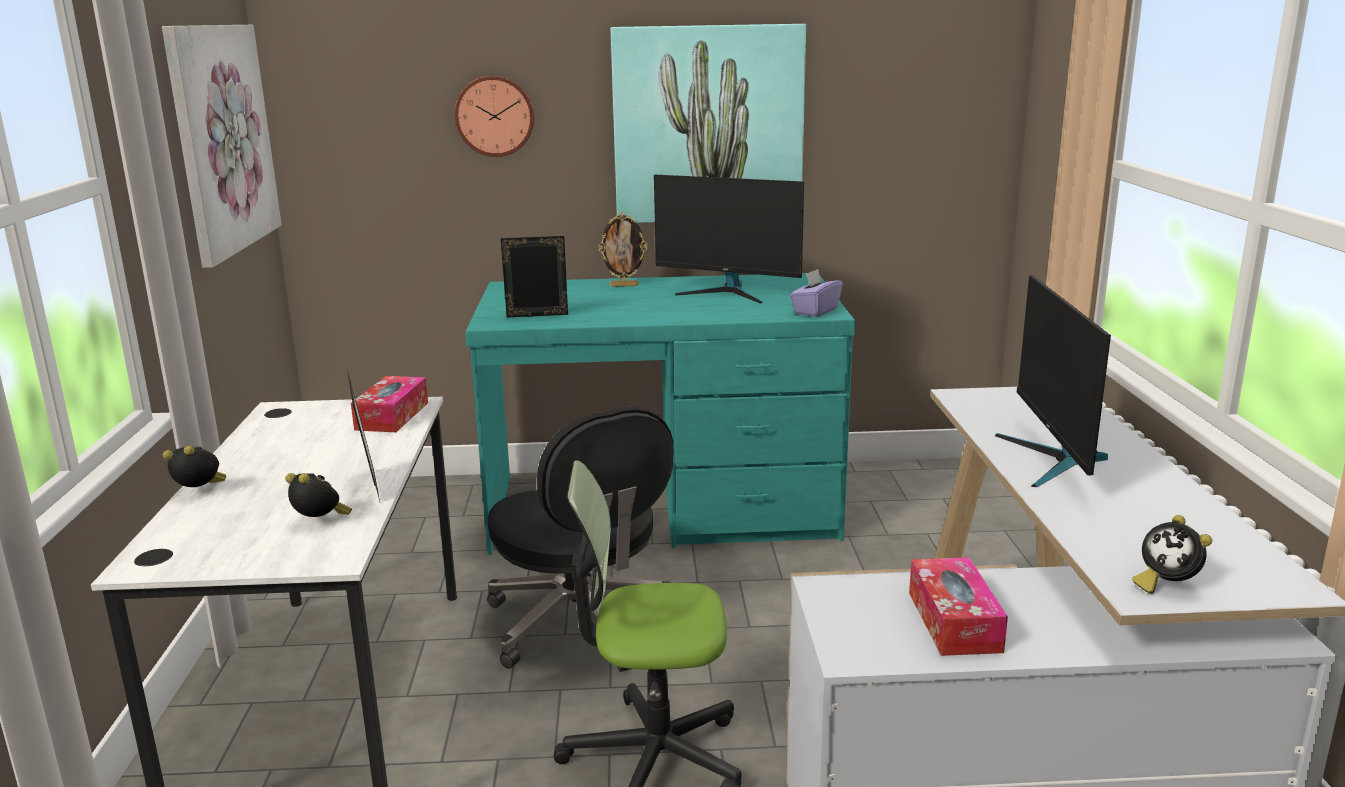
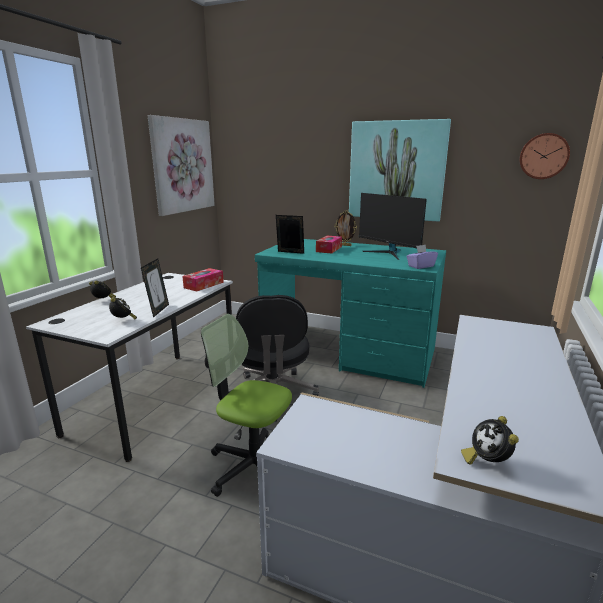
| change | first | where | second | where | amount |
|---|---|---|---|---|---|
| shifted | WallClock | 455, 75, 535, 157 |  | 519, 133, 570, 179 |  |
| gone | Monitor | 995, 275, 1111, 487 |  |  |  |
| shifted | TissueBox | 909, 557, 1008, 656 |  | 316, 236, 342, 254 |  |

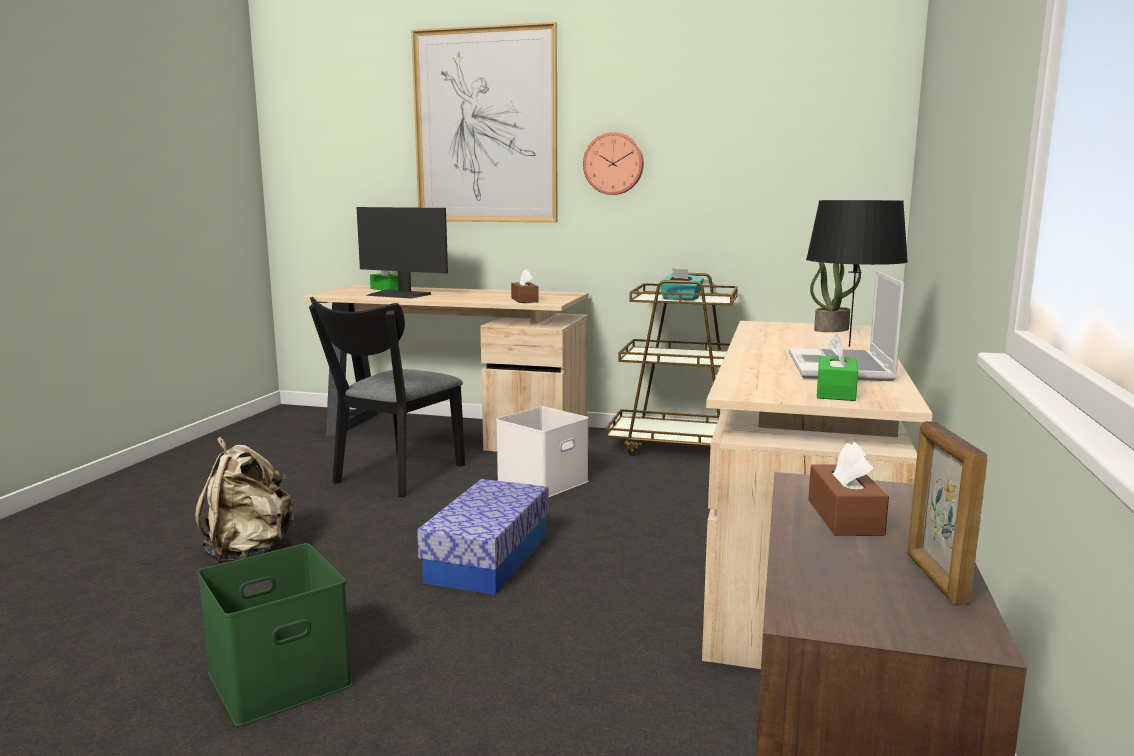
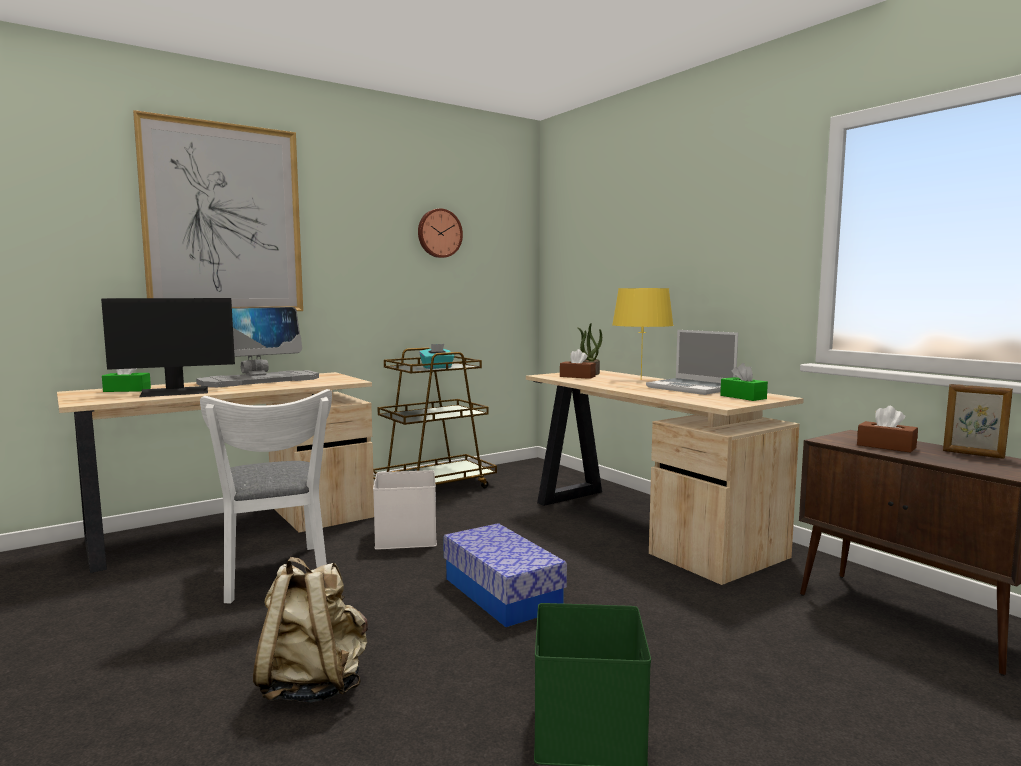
| change | first | where | second | where | amount |
|---|---|---|---|---|---|
| shifted | WallClock | 583, 132, 644, 195 |  | 418, 208, 463, 258 |  |
| repainted | BlackTableLamp | 806, 200, 908, 347 | YellowTableLamp | 612, 288, 674, 380 |  |
| shifted | BrownTissueBox | 511, 269, 539, 303 |  | 560, 349, 596, 379 |  |
| repainted | BlackChair | 309, 297, 465, 497 | WhiteChair | 200, 389, 332, 603 |  |
| new |  |  | Monitor | 196, 307, 319, 387 |  |

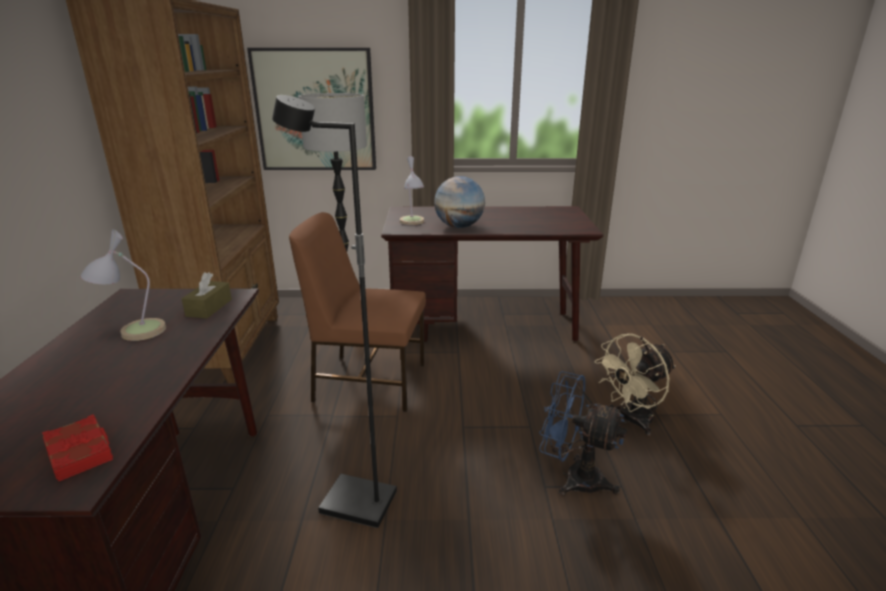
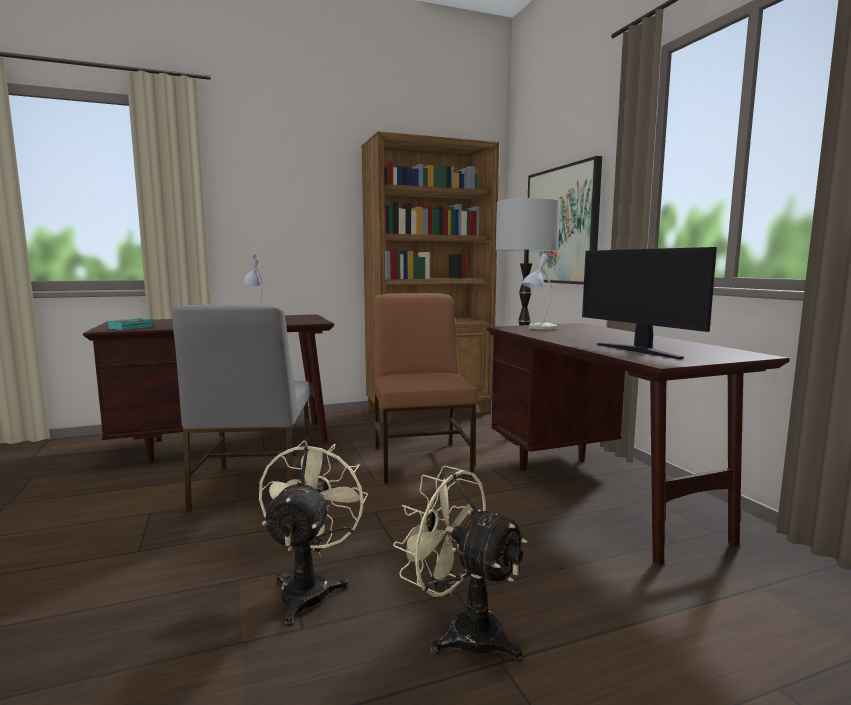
| change | first | where | second | where | amount |
|---|---|---|---|---|---|
| swapped | BlackFloorLamp | 272, 95, 397, 528 | GreyChair | 172, 305, 310, 512 |  |
| gone | Globe | 434, 176, 485, 228 |  |  |  |
| gone | BrownTissueBox | 182, 272, 232, 319 |  |  |  |
| repainted | BlueFan | 539, 371, 627, 496 | BeigeFan | 259, 440, 368, 626 |  |
| repainted | RedBook | 42, 414, 113, 481 | TurquoiseBook | 108, 318, 153, 330 |  |
| new |  |  | Monitor | 582, 247, 717, 359 |  |

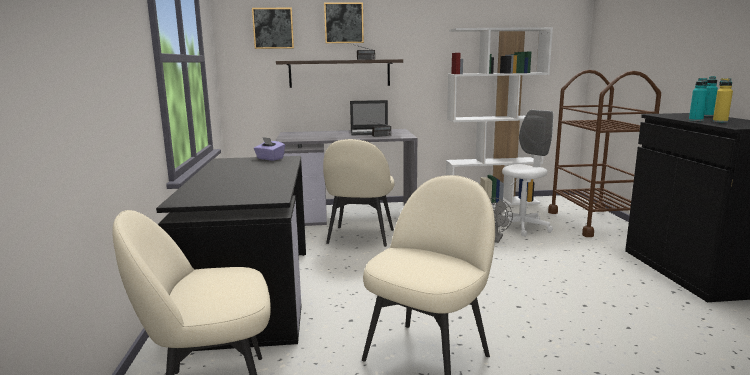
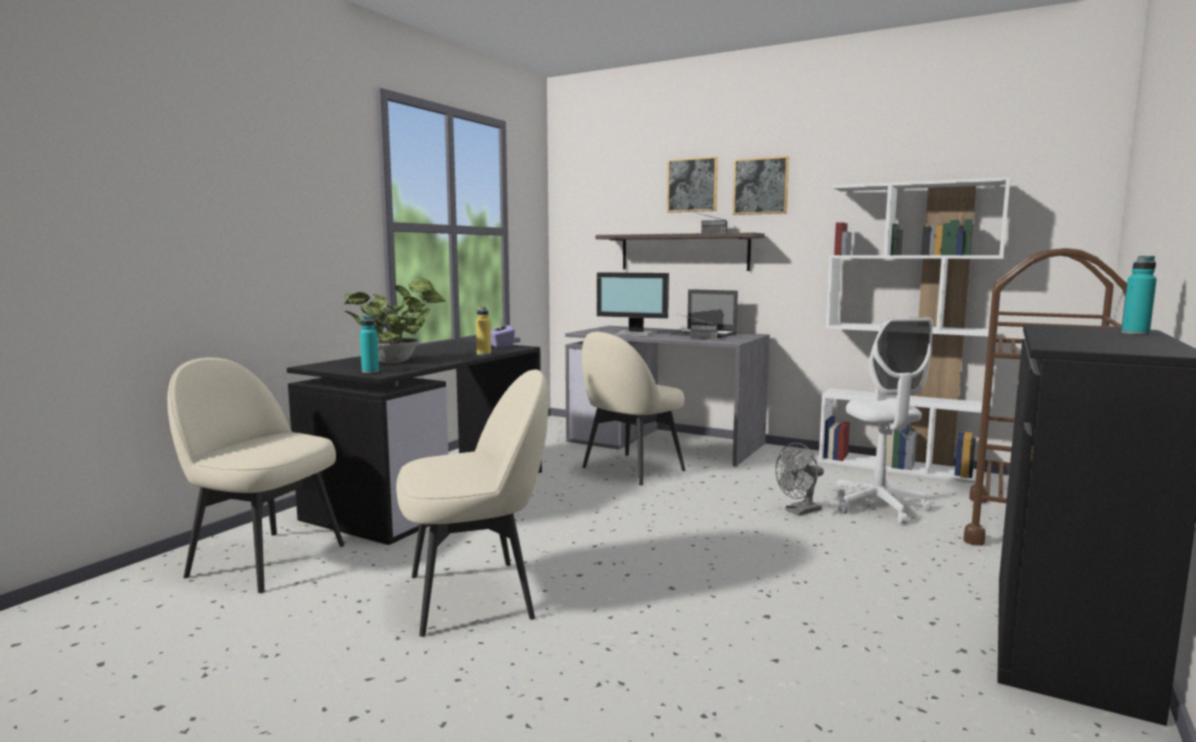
| change | first | where | second | where | amount |
|---|---|---|---|---|---|
| shifted | Picture | 252, 8, 294, 49 |  | 733, 156, 789, 215 |  |
| shifted | TurquoiseBottle | 689, 78, 708, 121 |  | 360, 316, 379, 373 |  |
| shifted | YellowBottle | 713, 78, 733, 123 |  | 476, 306, 491, 356 |  |
| rotated | WhiteOfficeChair | 498, 110, 554, 237 |  | 836, 317, 933, 524 | 90 degrees clockwise |
| new |  |  | Monitor | 597, 272, 669, 336 |  |
| new |  |  | PottedPlant | 343, 278, 446, 363 |  |

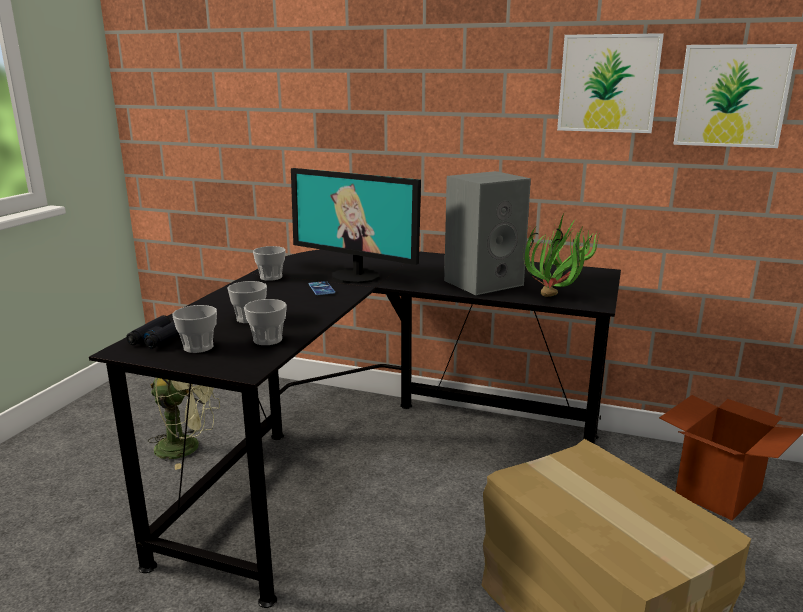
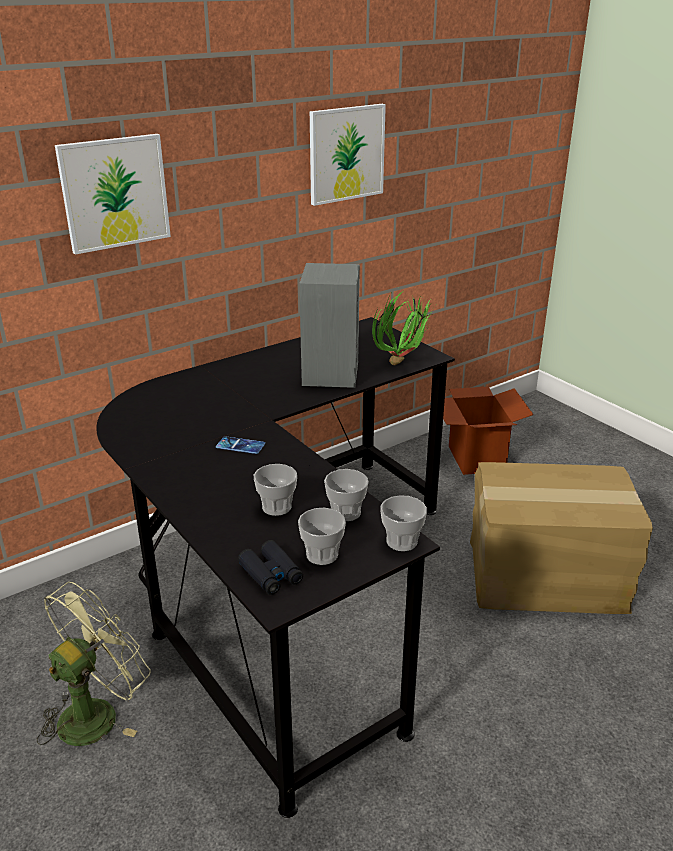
| change | first | where | second | where | amount |
|---|---|---|---|---|---|
| shifted | Picture | 673, 44, 797, 148 |  | 55, 134, 171, 255 |  |
| gone | Monitor | 291, 168, 421, 284 |  |  |  |
| shifted | Cup | 253, 246, 286, 281 |  | 380, 495, 427, 551 |  |

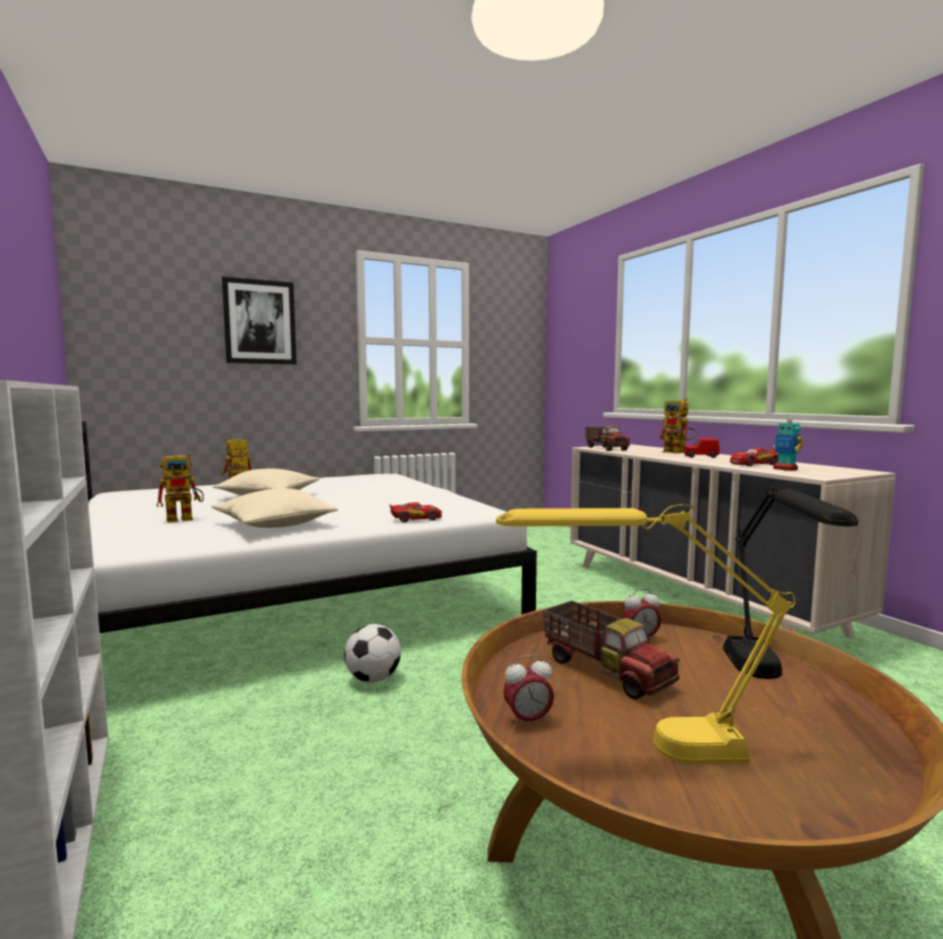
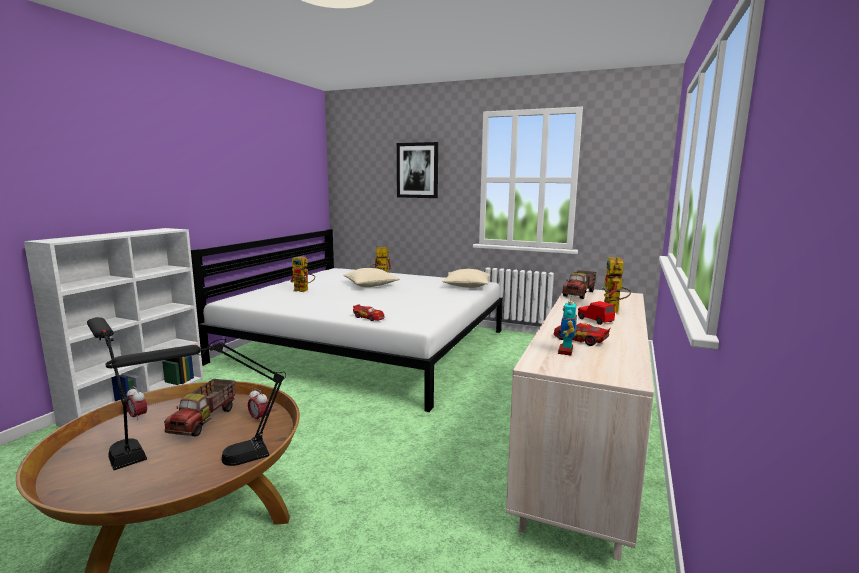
| change | first | where | second | where | amount |
|---|---|---|---|---|---|
| shifted | BeigePillow | 211, 488, 338, 528 |  | 443, 269, 490, 288 |  |
| repainted | YellowTableLamp | 496, 504, 796, 764 | BlackTableLamp | 87, 317, 147, 470 |  |
| gone | Football | 344, 624, 401, 683 |  |  |  |

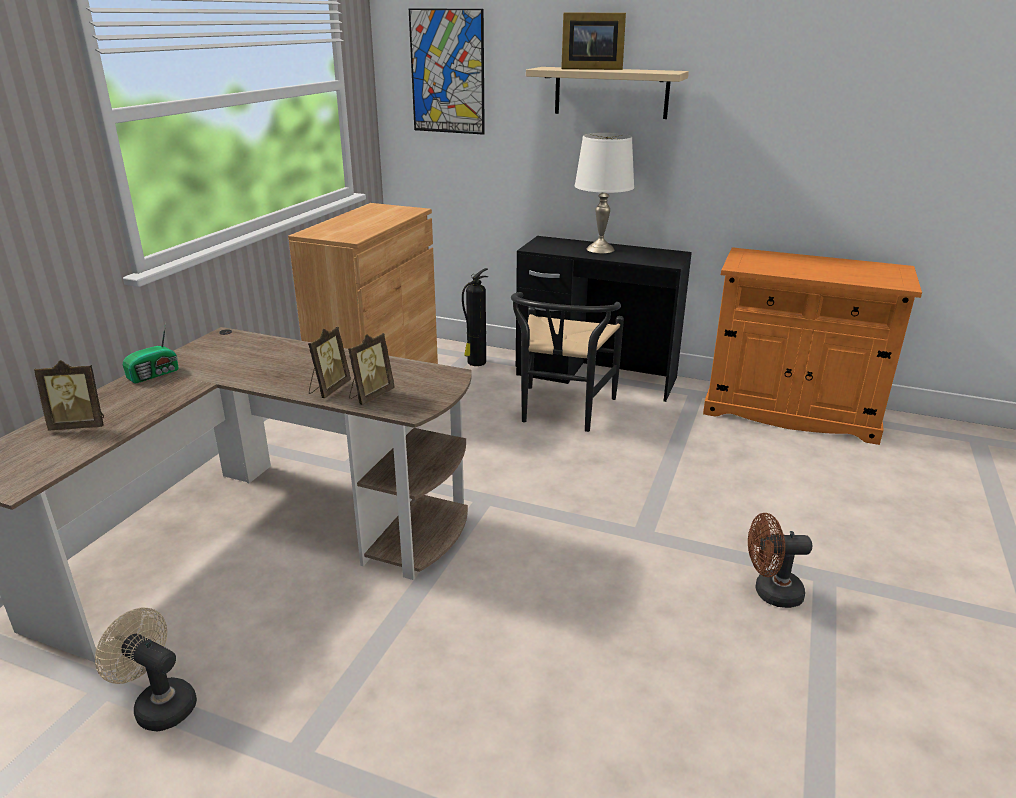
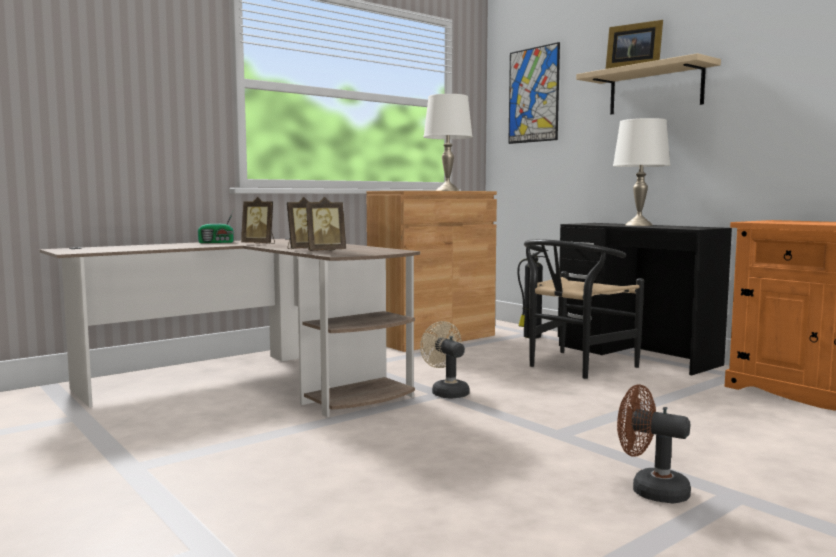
| change | first | where | second | where | amount |
|---|---|---|---|---|---|
| shifted | PictureFrame | 34, 360, 104, 431 |  | 241, 197, 275, 244 |  |
| shifted | BeigeFan | 95, 608, 197, 731 |  | 420, 321, 469, 399 |  |
| new |  |  | WhiteTableLamp | 423, 94, 473, 191 |  |

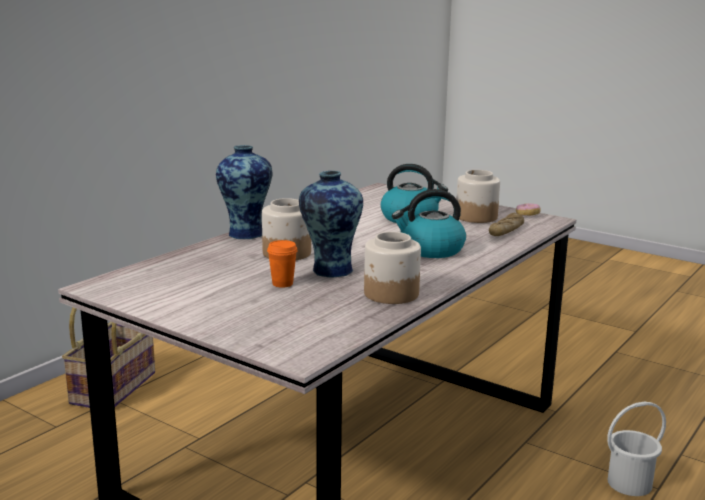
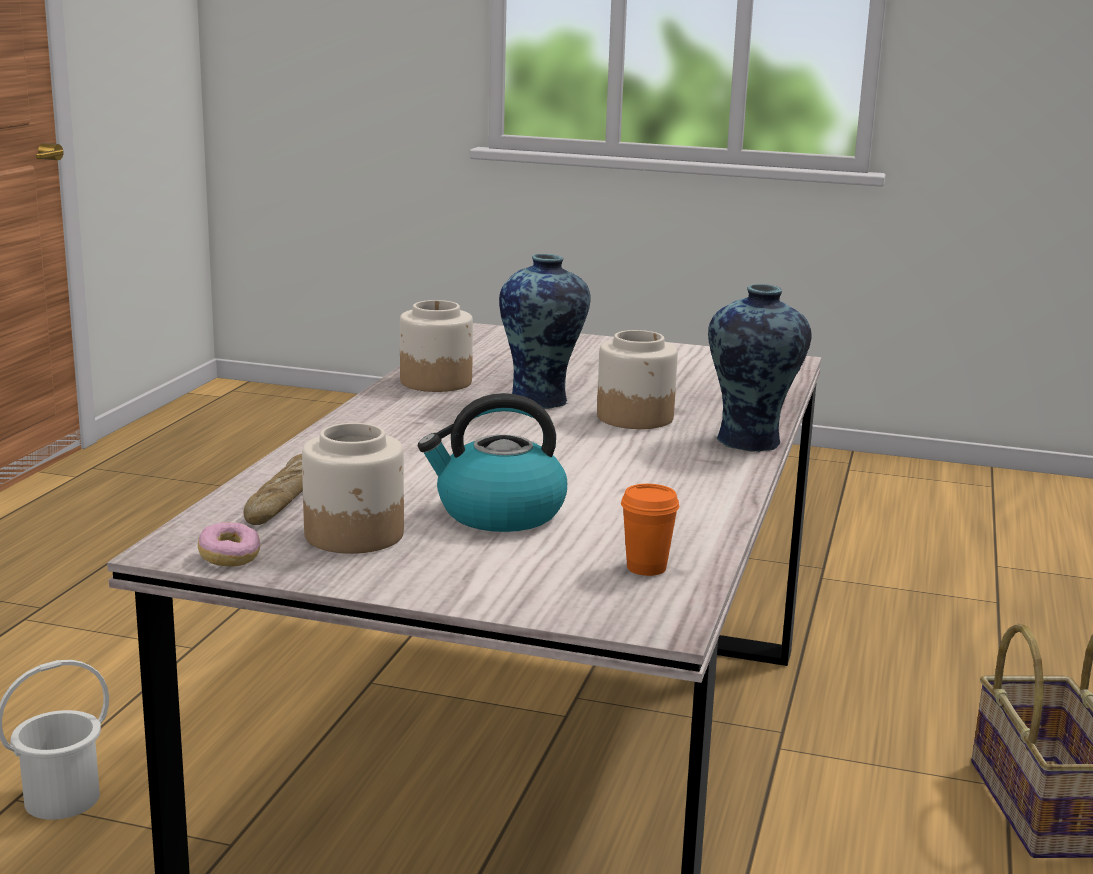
| change | first | where | second | where | amount |
|---|---|---|---|---|---|
| gone | Kettle | 392, 189, 466, 258 |  |  |  |
| shifted | OrangeCup | 267, 240, 298, 288 |  | 621, 484, 679, 576 |  |

